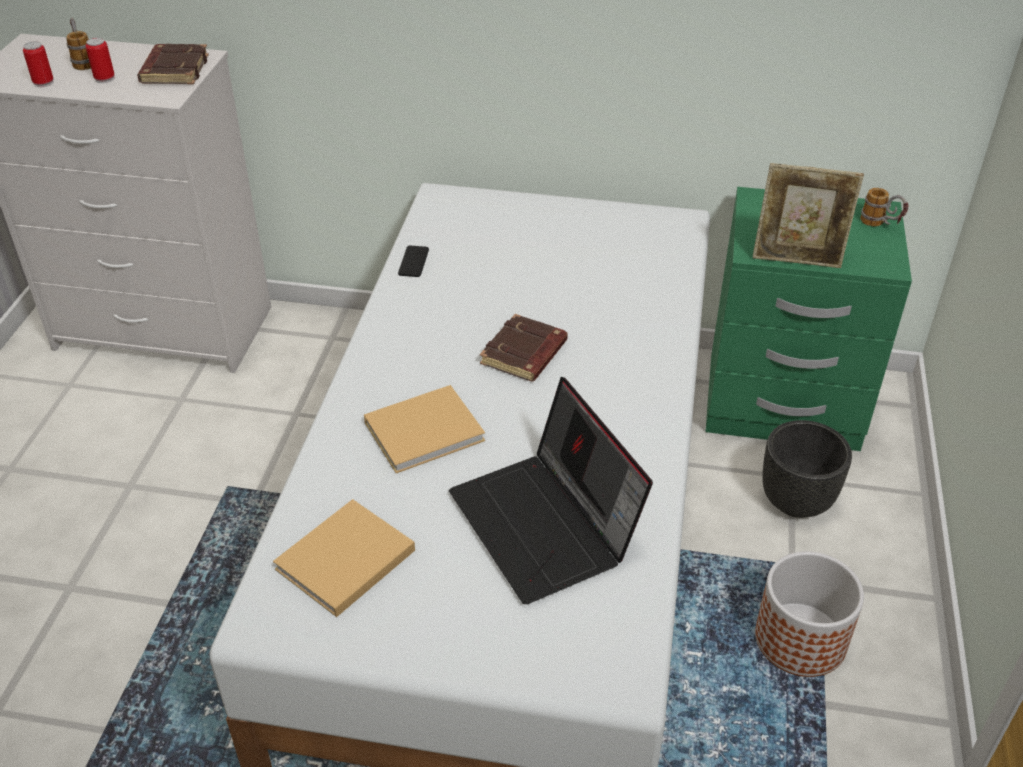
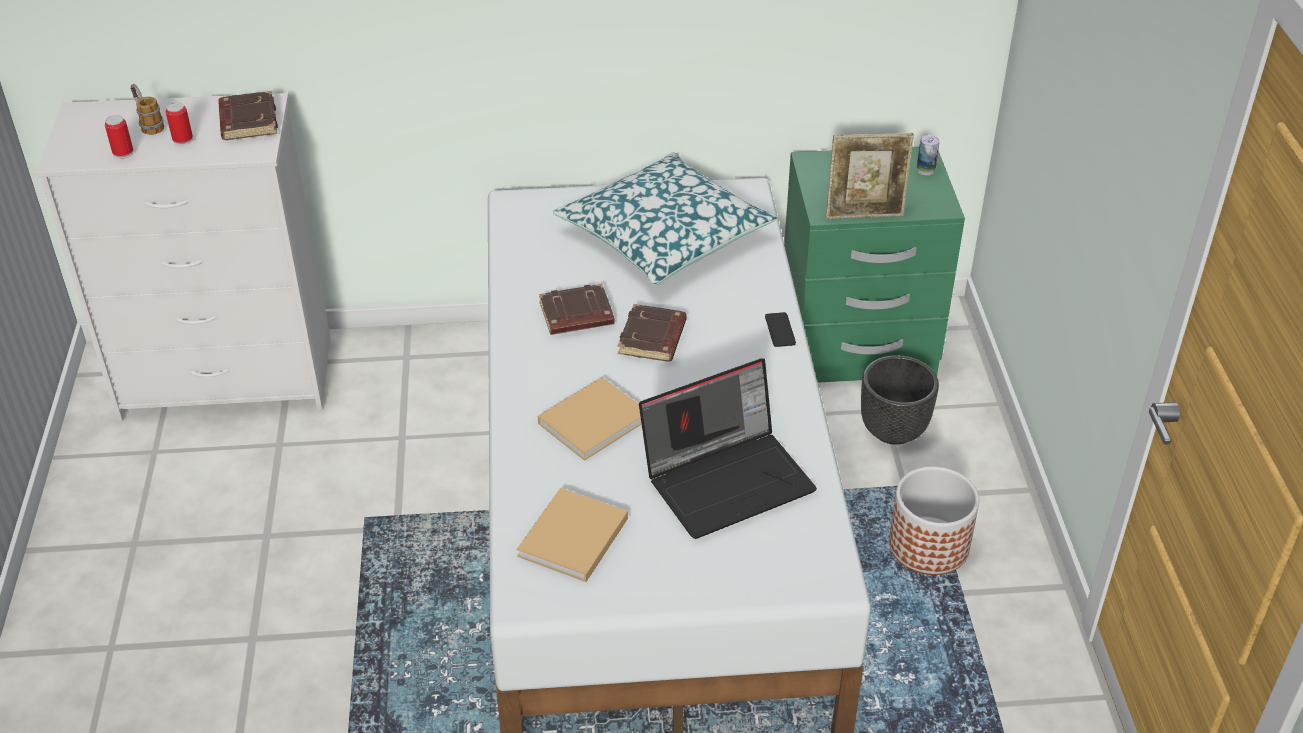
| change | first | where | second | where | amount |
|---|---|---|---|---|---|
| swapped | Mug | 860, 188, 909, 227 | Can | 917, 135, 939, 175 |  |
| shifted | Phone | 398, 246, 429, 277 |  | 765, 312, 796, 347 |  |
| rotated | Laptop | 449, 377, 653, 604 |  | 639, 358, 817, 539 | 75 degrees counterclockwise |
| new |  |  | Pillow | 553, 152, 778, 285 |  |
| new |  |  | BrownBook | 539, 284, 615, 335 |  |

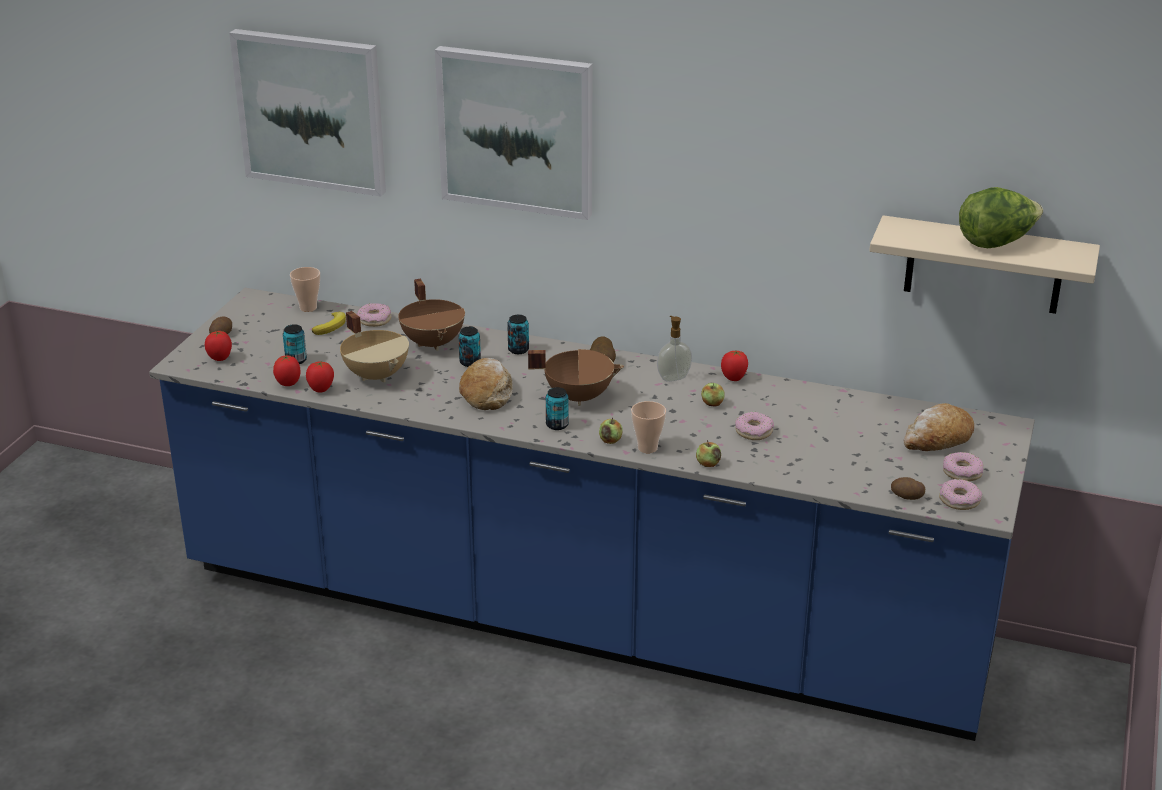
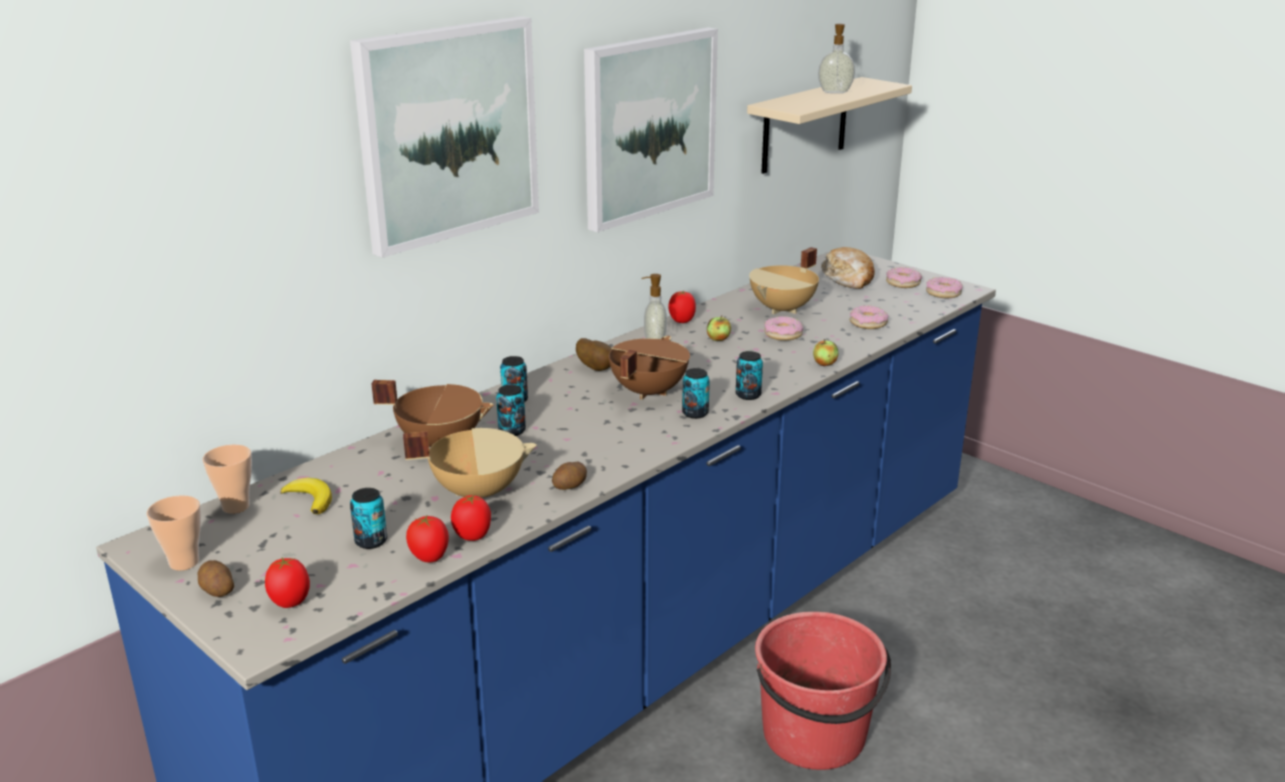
| change | first | where | second | where | amount |
|---|---|---|---|---|---|
| shifted | Picture | 229, 29, 386, 196 |  | 584, 27, 718, 232 |  |
| swapped | Lettuce | 959, 187, 1043, 248 | SoapDispenser | 818, 24, 855, 93 |  |
| shifted | Donut | 357, 303, 391, 327 |  | 849, 305, 889, 329 |  |
| gone | Bread | 459, 358, 513, 410 |  |  |  |
| shifted | Cup | 631, 401, 666, 453 |  | 146, 495, 201, 570 |  |
| swapped | Apple | 599, 418, 623, 444 | Can | 736, 351, 763, 400 |  |
| shifted | Potato | 891, 477, 925, 500 |  | 552, 462, 587, 490 |  |
| new |  |  | BeigeCookingPot | 749, 247, 819, 314 |  |
| new |  |  | RedBucket | 755, 611, 891, 770 |  |

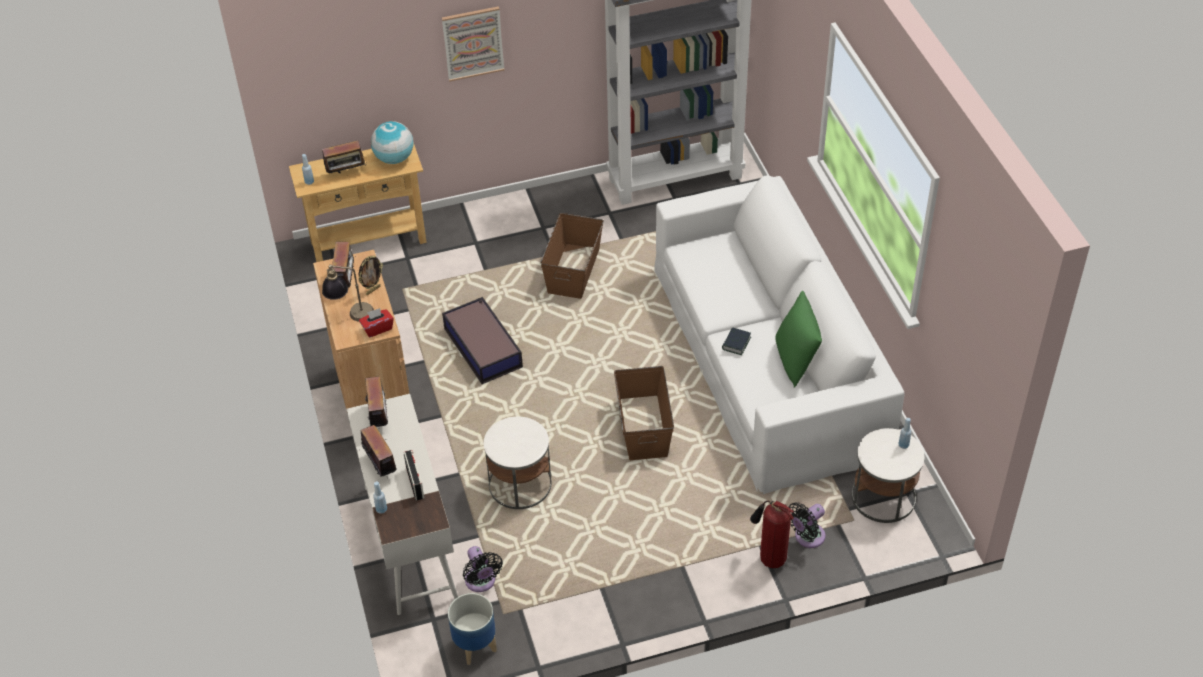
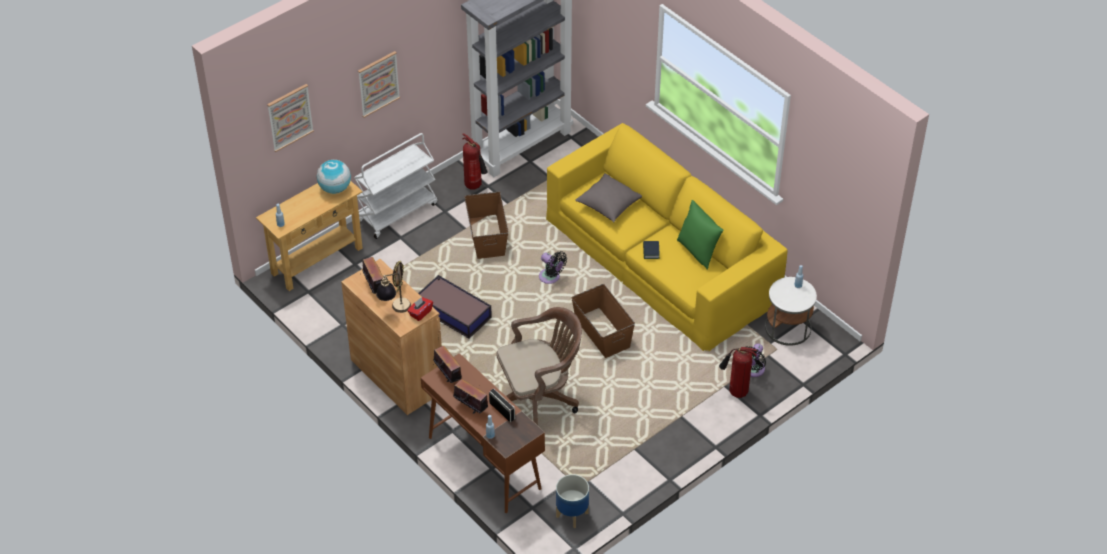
| change | first | where | second | where | amount |
|---|---|---|---|---|---|
| gone | Radio | 322, 140, 367, 174 |  |  |  |
| repainted | WhiteSofa | 654, 175, 905, 494 | YellowSofa | 546, 123, 788, 351 |  |
| repainted | WhiteDesk | 347, 394, 458, 615 | BrownDesk | 421, 353, 545, 513 |  |
| swapped | WhiteSideTable | 484, 417, 551, 509 | BrownOfficeChair | 496, 307, 582, 425 |  |
| shifted | BlackFan | 463, 546, 503, 592 |  | 539, 251, 567, 284 |  |
| new |  |  | Picture | 267, 84, 314, 152 |  |
| new |  |  | WhiteCart | 354, 133, 437, 239 |  |
| new |  |  | FireExtinguisher | 462, 133, 488, 190 |  |
| new |  |  | GreyPillow | 575, 173, 642, 223 |  |

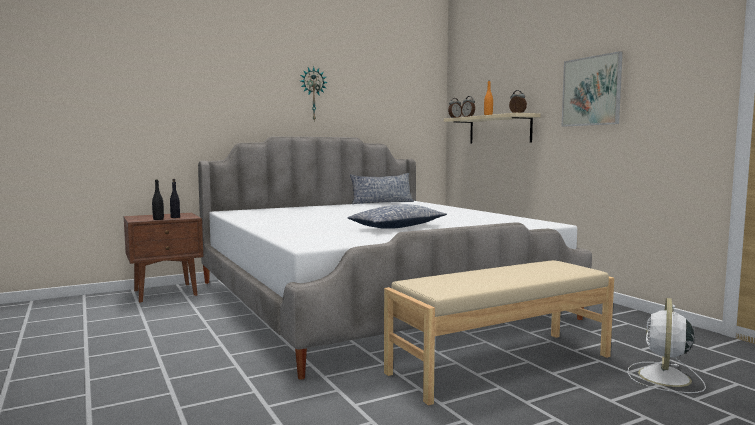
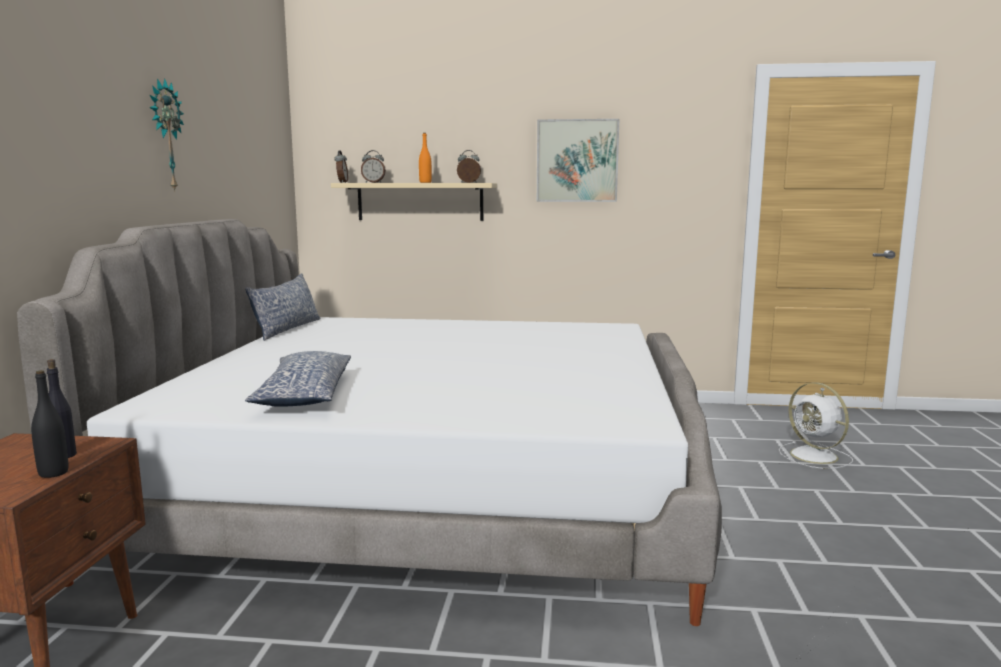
| change | first | where | second | where | amount |
|---|---|---|---|---|---|
| shifted | Pillow | 348, 204, 447, 229 |  | 245, 351, 351, 407 |  |
| gone | BeigeBench | 384, 260, 614, 406 |  |  |  |

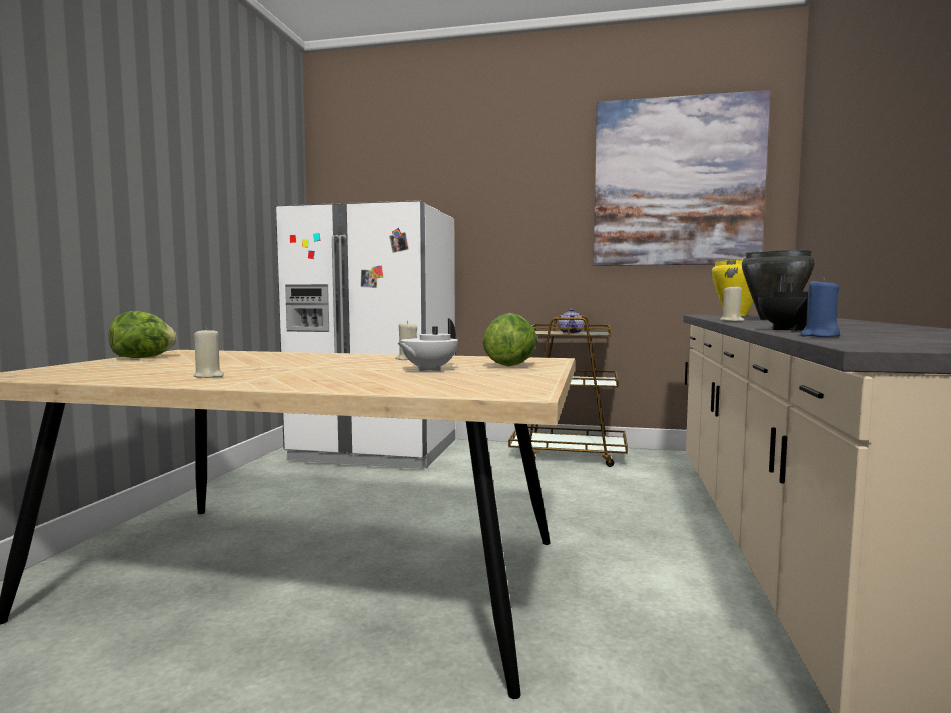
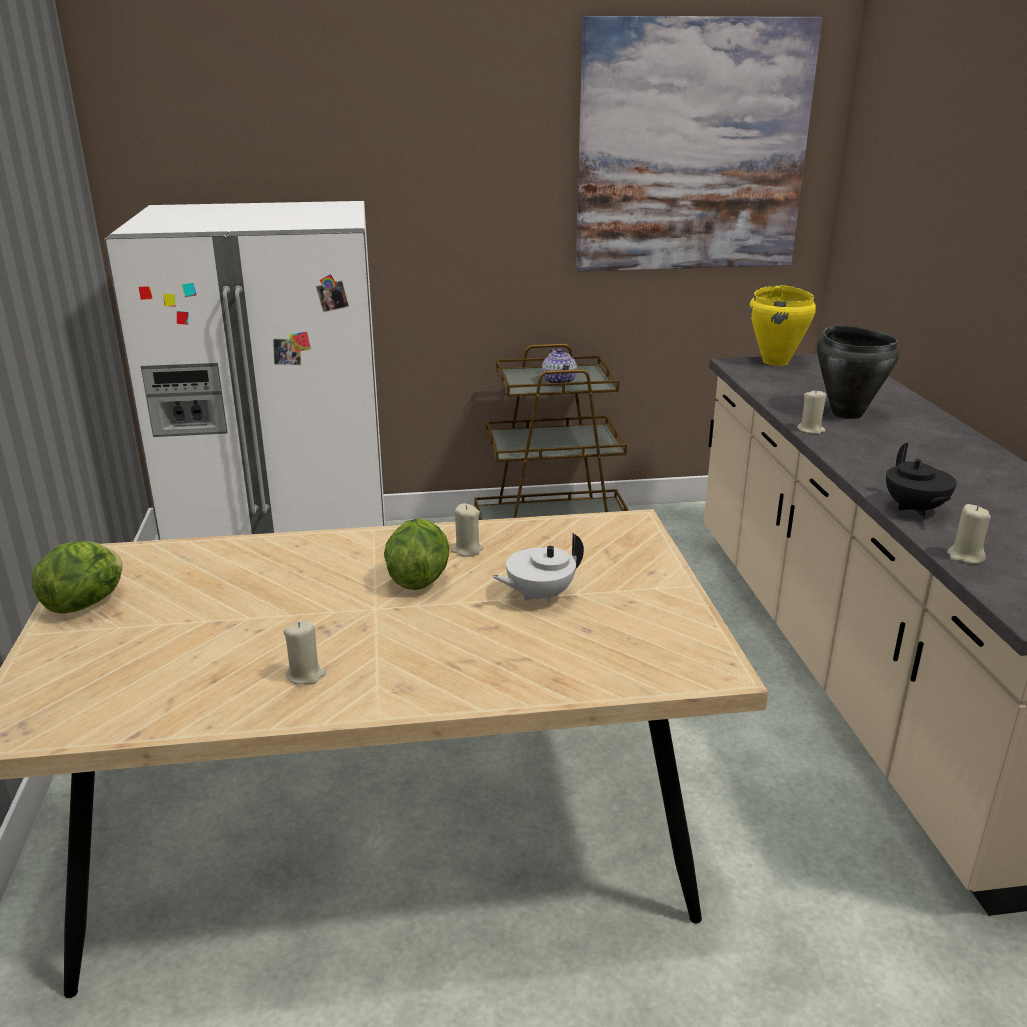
| change | first | where | second | where | amount |
|---|---|---|---|---|---|
| repainted | BlueCandle | 800, 278, 840, 337 | BeigeCandle | 947, 504, 991, 564 |  |
| shifted | Lettuce | 482, 313, 537, 367 |  | 384, 518, 450, 590 |  |
| rotated | WhiteTeapot | 398, 318, 458, 371 |  | 492, 533, 584, 603 | 45 degrees clockwise |

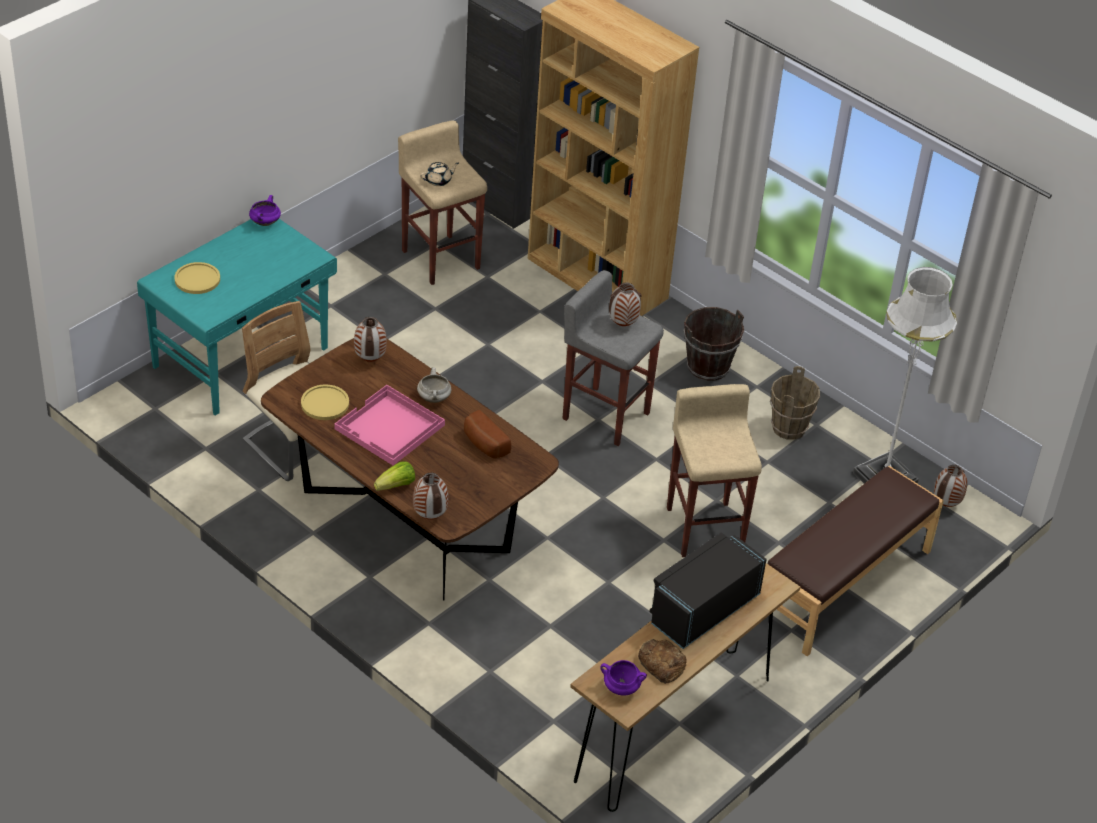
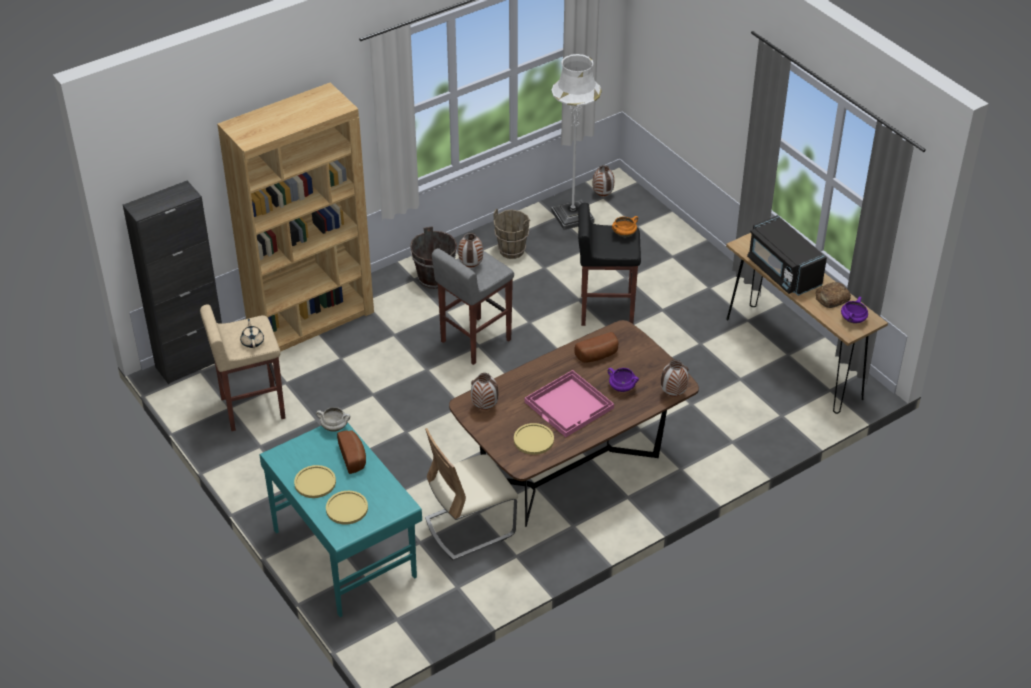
| change | first | where | second | where | amount |
|---|---|---|---|---|---|
| shifted | PurpleCookingPot | 249, 195, 281, 226 |  | 607, 368, 639, 392 |  |
| shifted | WhiteCookingPot | 417, 367, 451, 403 |  | 316, 407, 350, 432 |  |
| repainted | BeigeStool | 667, 384, 762, 557 | BlackStool | 578, 203, 641, 326 |  |
| gone | Lettuce | 374, 461, 415, 491 |  |  |  |
| gone | BrownBench | 768, 466, 944, 656 |  |  |  |
| new |  |  | OrangeCookingPot | 612, 216, 638, 237 |  |
| new |  |  | Bread | 337, 430, 366, 474 |  |
| new |  |  | YellowPlate | 294, 465, 336, 498 |  |

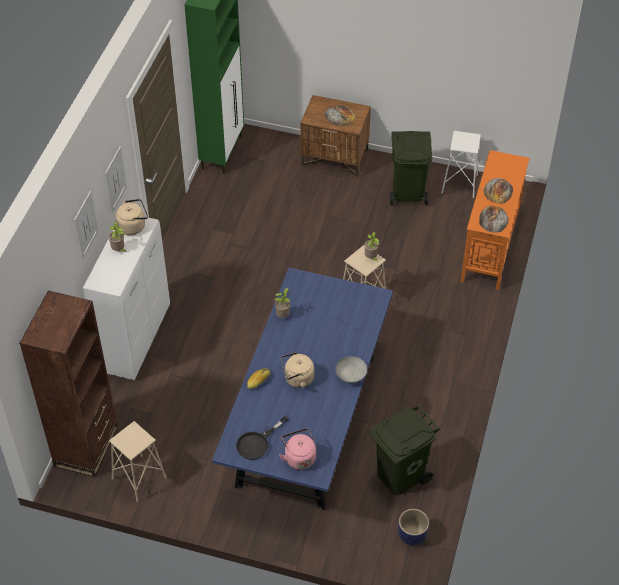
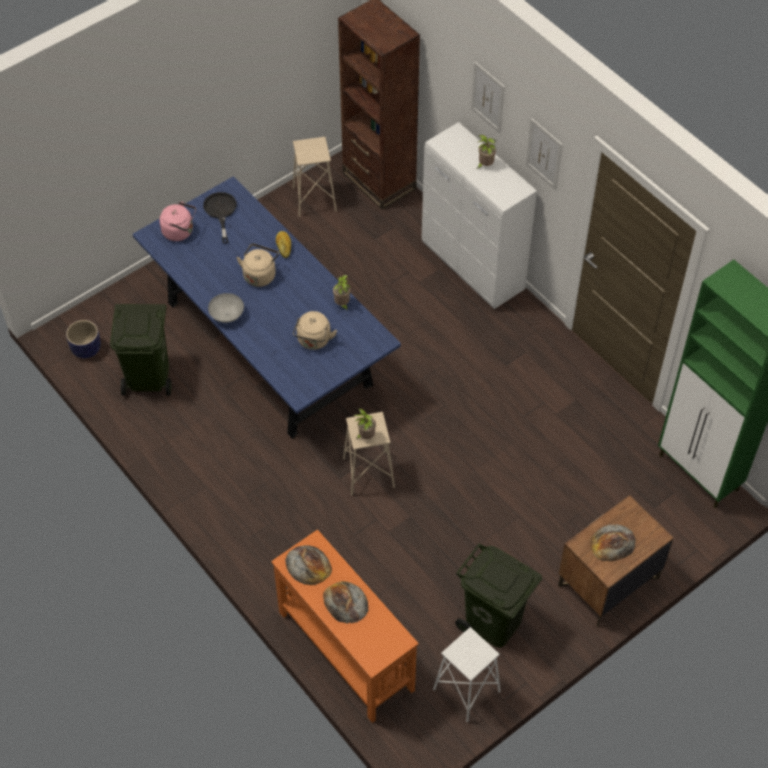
| change | first | where | second | where | amount |
|---|---|---|---|---|---|
| shifted | BeigeKettle | 115, 199, 148, 235 |  | 293, 311, 337, 350 |  |

